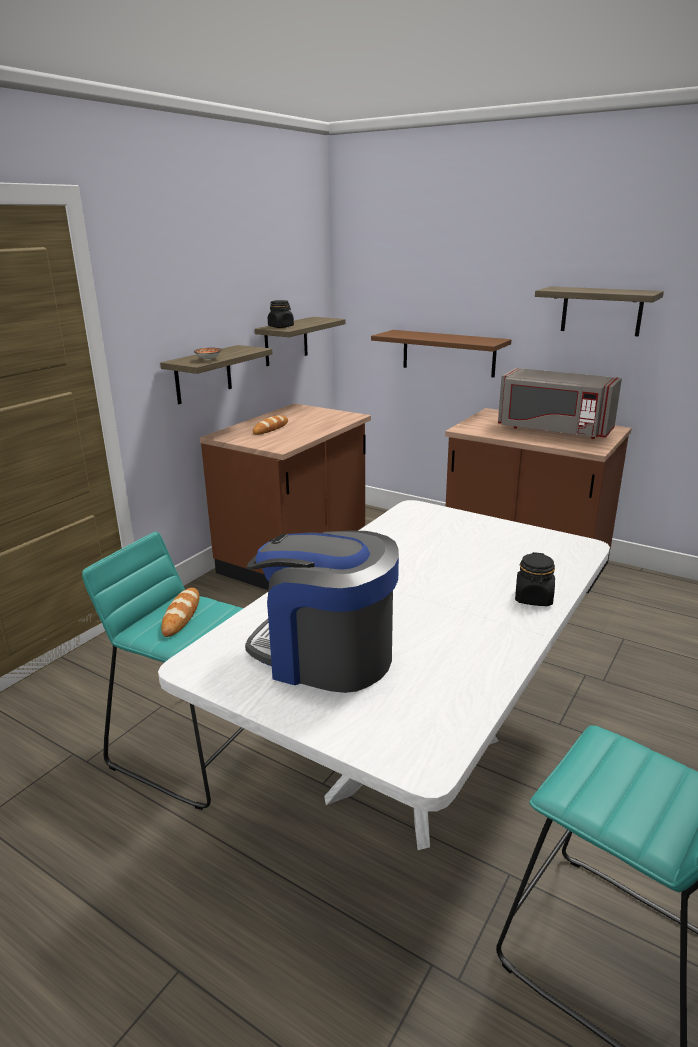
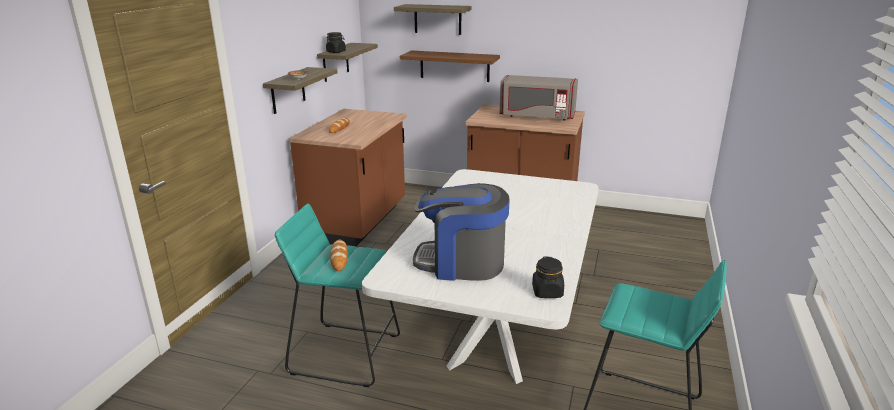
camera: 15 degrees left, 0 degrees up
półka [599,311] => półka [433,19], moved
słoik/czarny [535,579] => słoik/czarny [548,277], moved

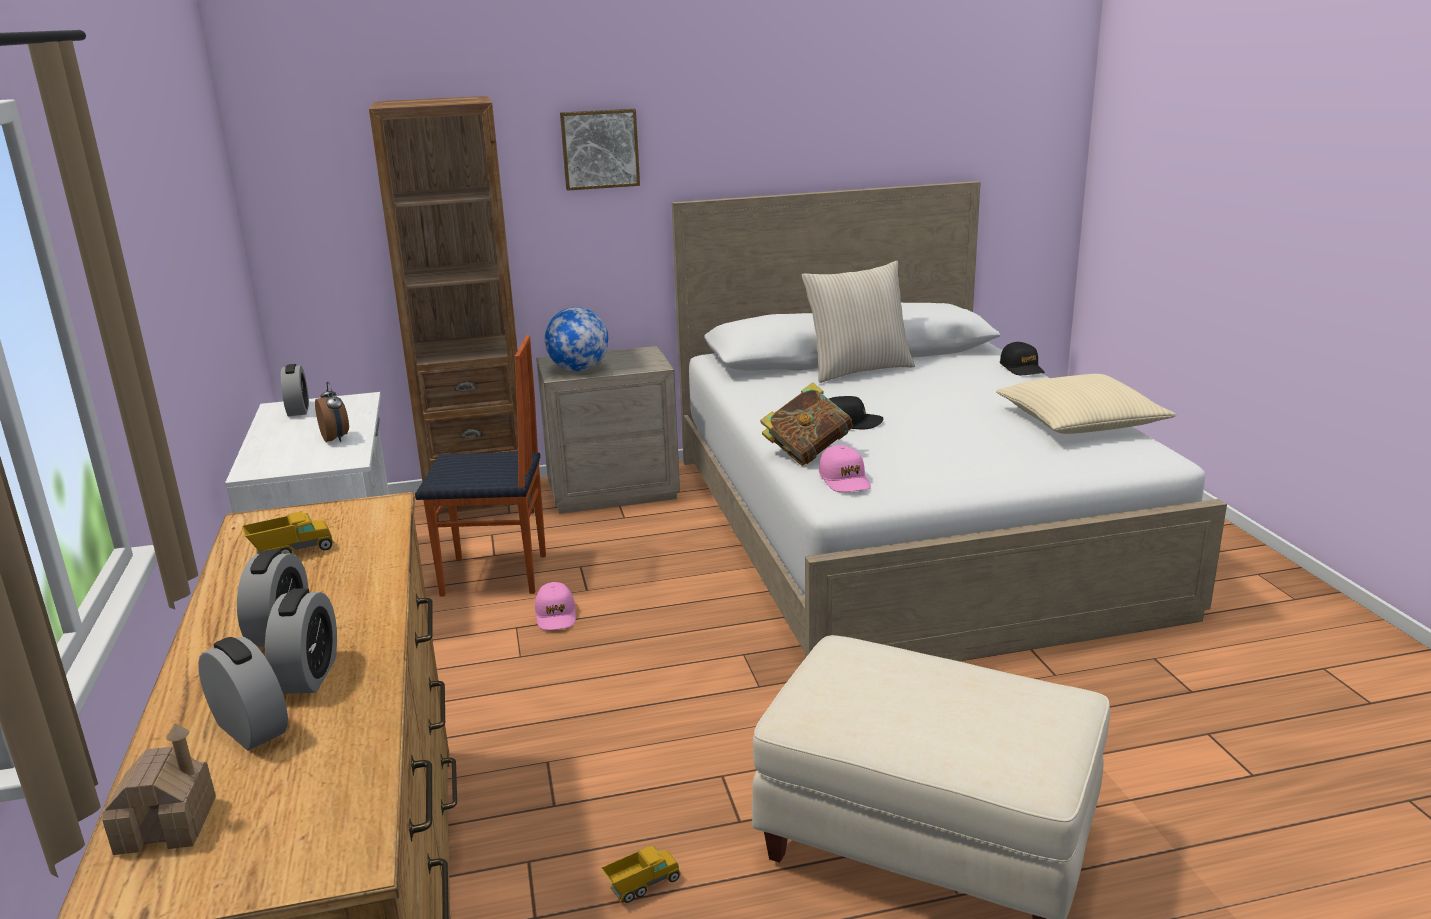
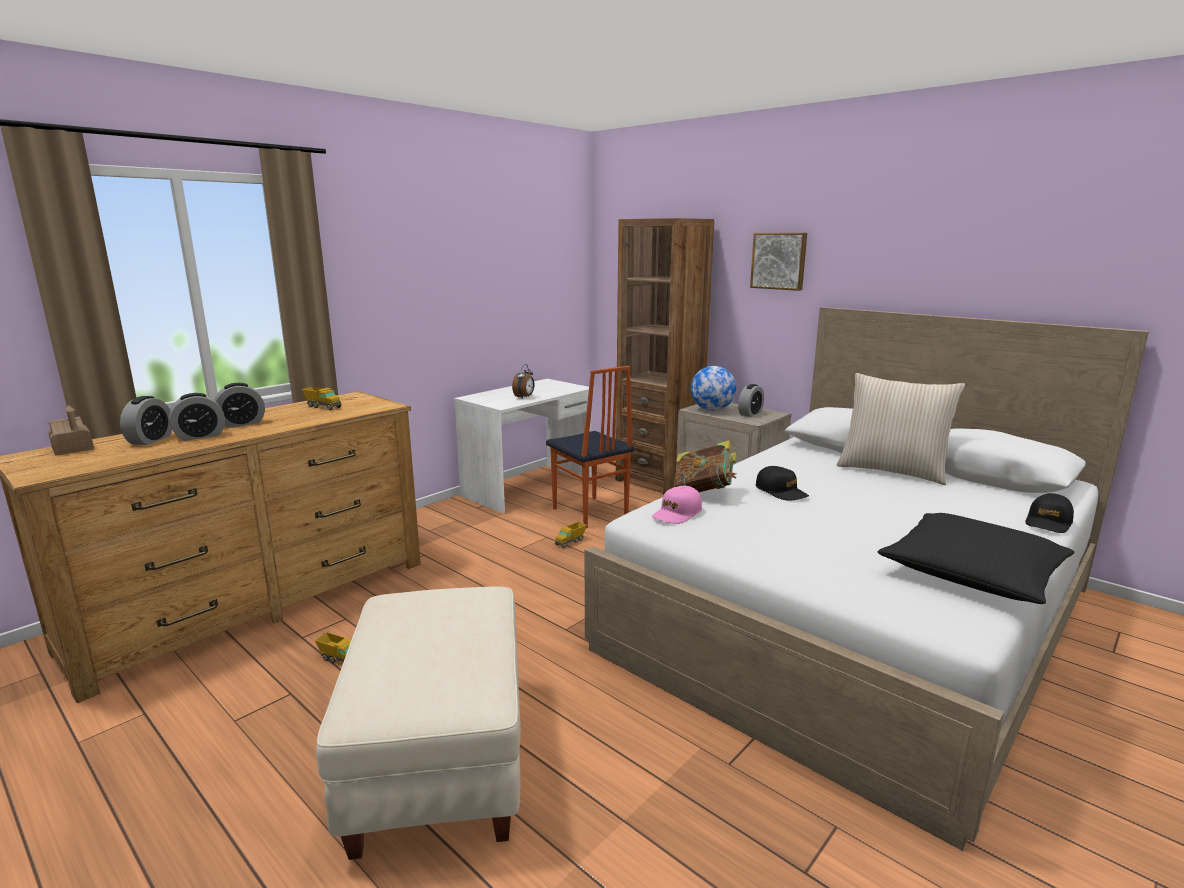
camera: 55 degrees right, 5 degrees down
budzik [295,390] => budzik [751,400], moved
poduszka/beżowy [1086,404] => poduszka/czarny [976,558]
czapka z daszkiem/różowy [555,606] => ciężarówka zabawkowa [571,535]

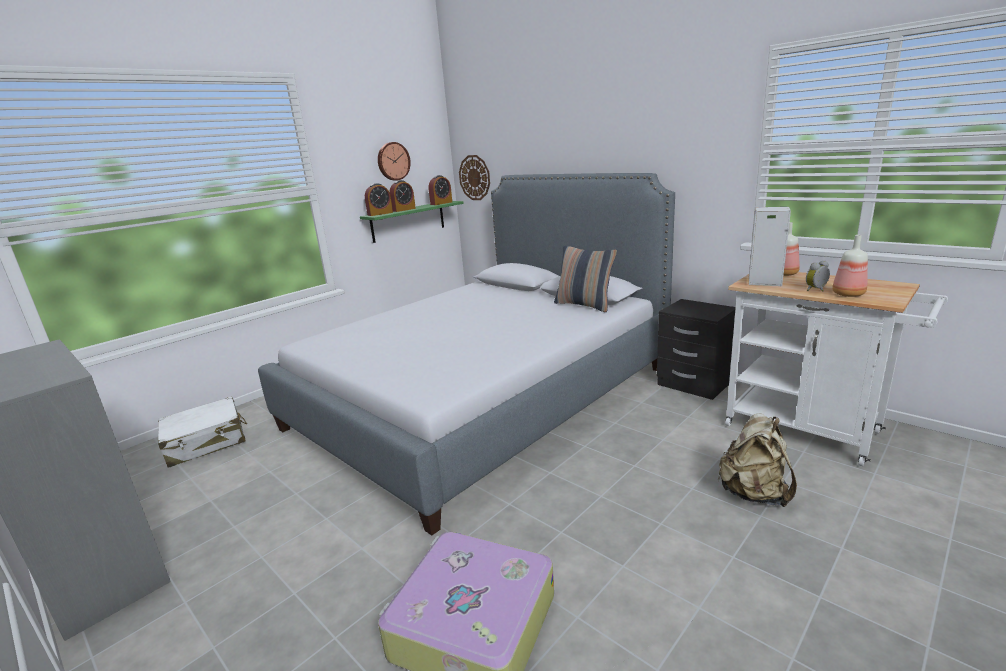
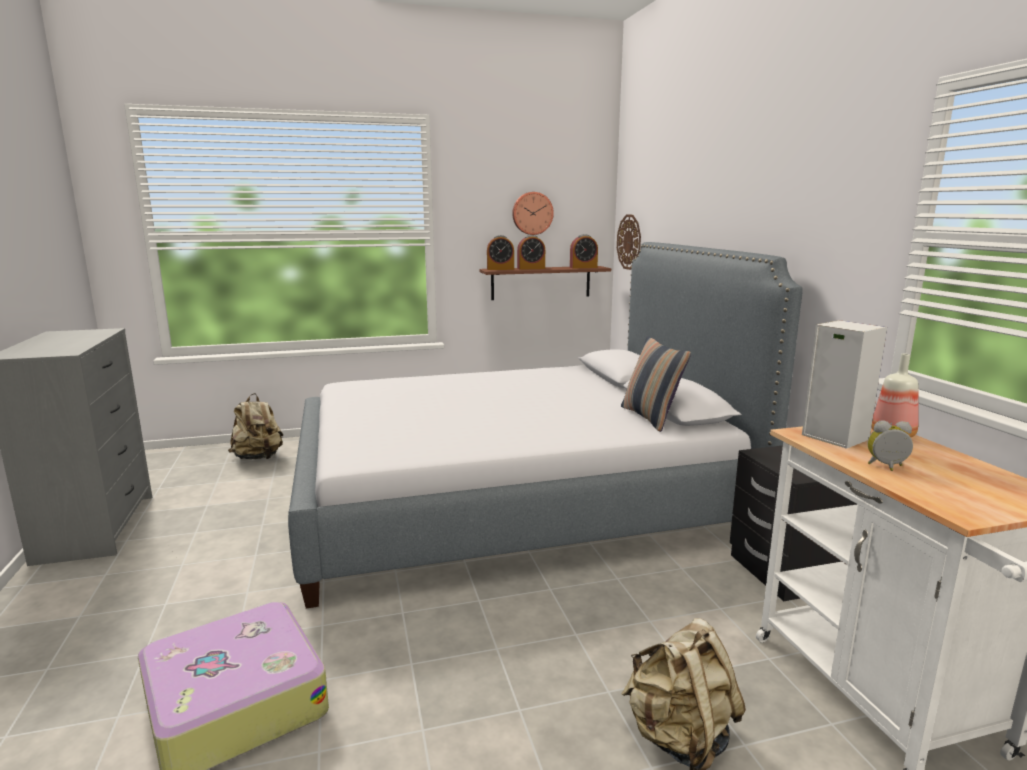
camera: 30 degrees right, 5 degrees down
półka/zielony [412,222] => półka/brązowy [545,283]
butelka [850,266] => nothing
walizka/biały [202,432] => plecak/beżowy [255,426]

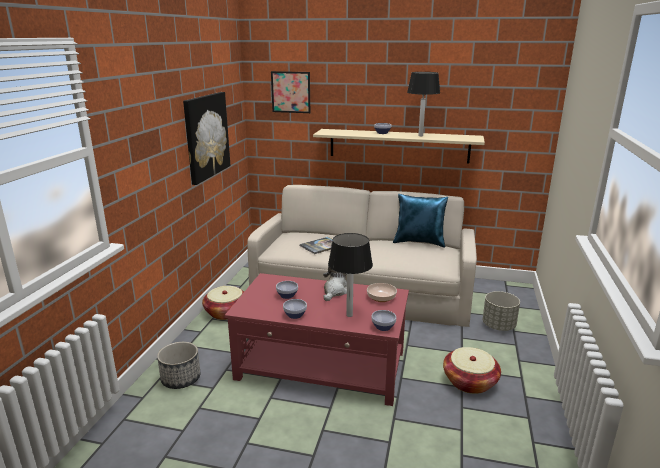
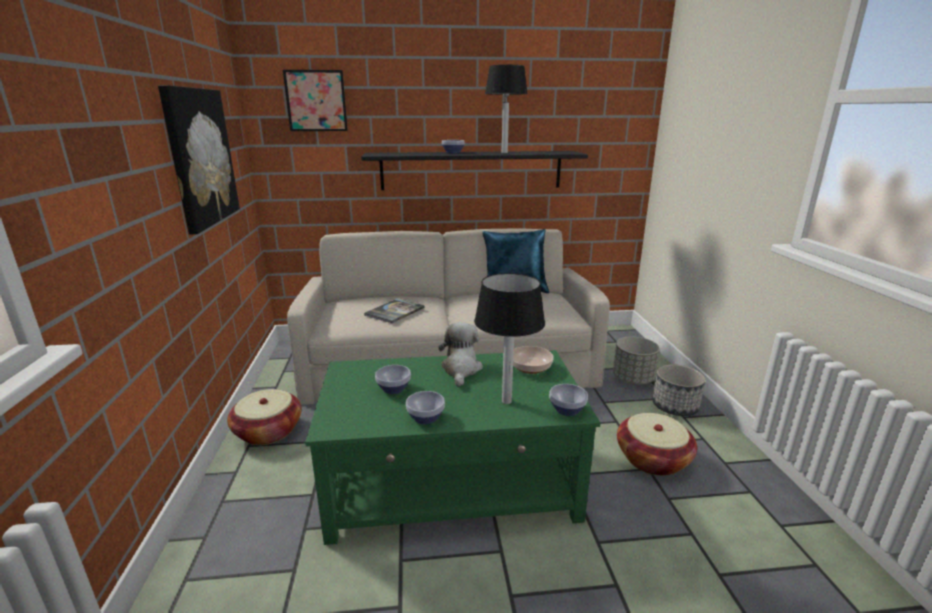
camera: 20 degrees left, 0 degrees up
półka/beżowy [399,146] => półka/czarny [474,170]
ława/czerwony [317,339] => ława/zielony [453,447]
donica [179,365] => donica [678,390], moved

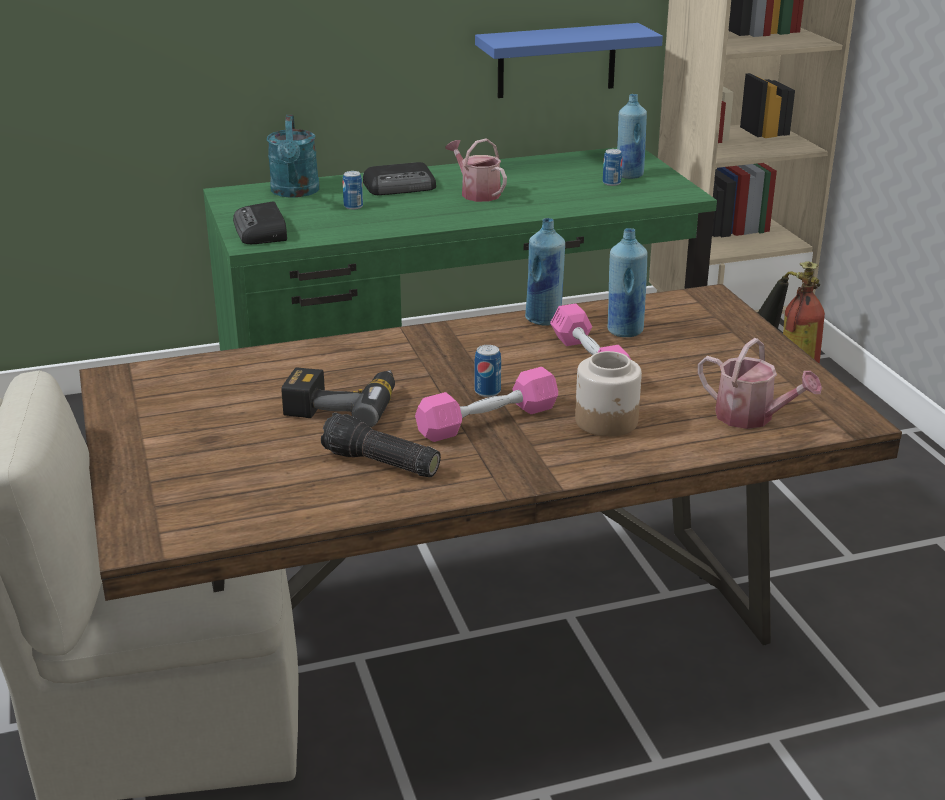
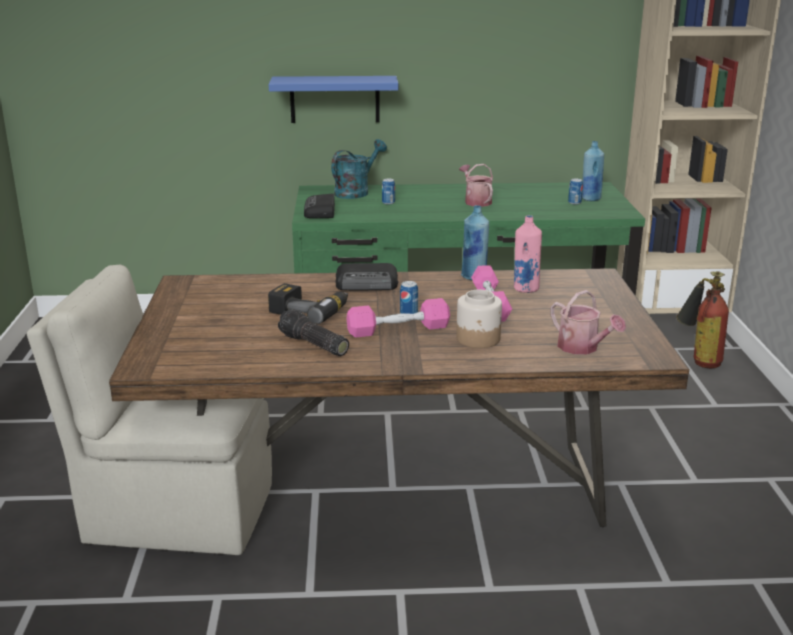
camera: 15 degrees right, 5 degrees down
półka/niebieski [569,60] => półka/niebieski [333,99], moved
konewka/turkusowy [293,156] => konewka/turkusowy [359,169], 150 degrees counterclockwise
radio [399,178] => radio [366,276], moved
butelka/niebieski [628,282] => butelka/różowy [528,254]

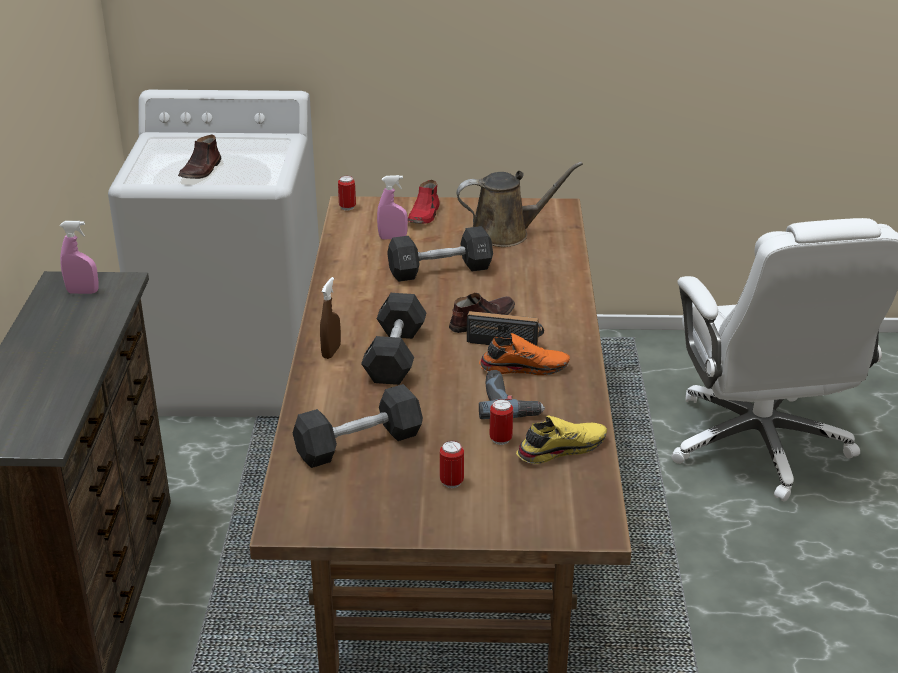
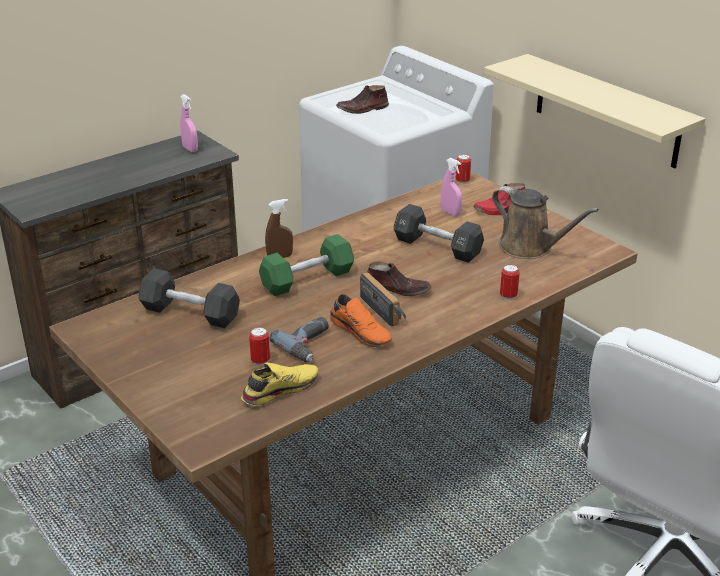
camera: 50 degrees right, 0 degrees up
hantel/czarny [393,339] => hantel/zielony [306,265]
but/żółty [561,439] => but/żółty [279,384], 60 degrees counterclockwise
puszka [452,464] => puszka [510,282], moved
nothing => półka/beżowy [595,111]

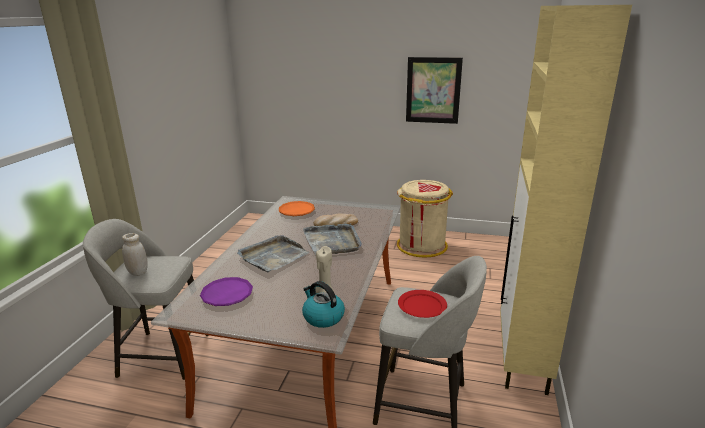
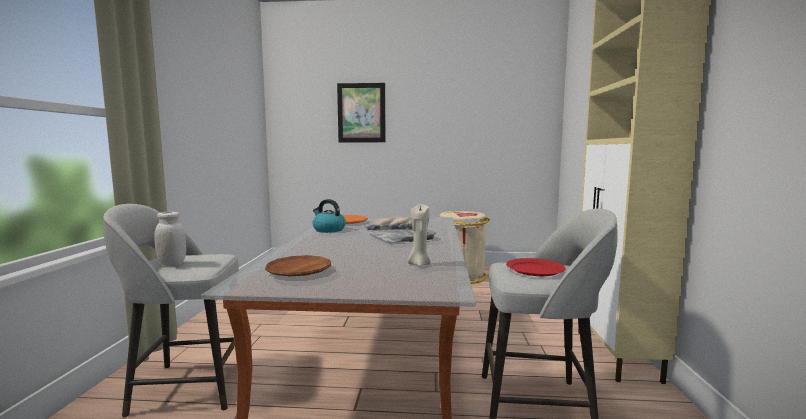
camera: 10 degrees left, 15 degrees down
obraz [434,90] => obraz [361,112], moved
taca/szary [273,253] => nothing
talerz/fioletowy [226,291] => talerz/brązowy [298,265]
czajnik [323,304] => czajnik [329,216], moved

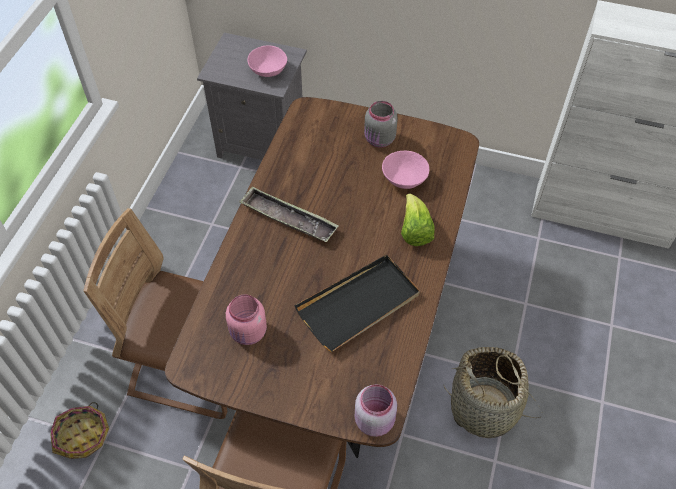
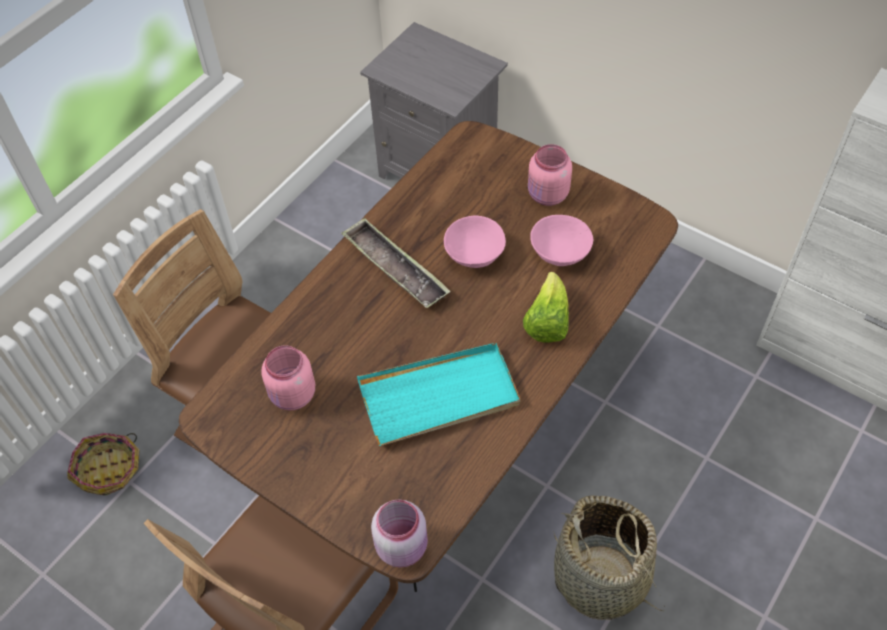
camera: 20 degrees right, 0 degrees up
miska/różowy [267,61] => miska/różowy [475,242], moved
słoik/szary [381,124] => słoik/różowy [550,175]
taca/czarny [357,303] => taca/turkusowy [438,394]

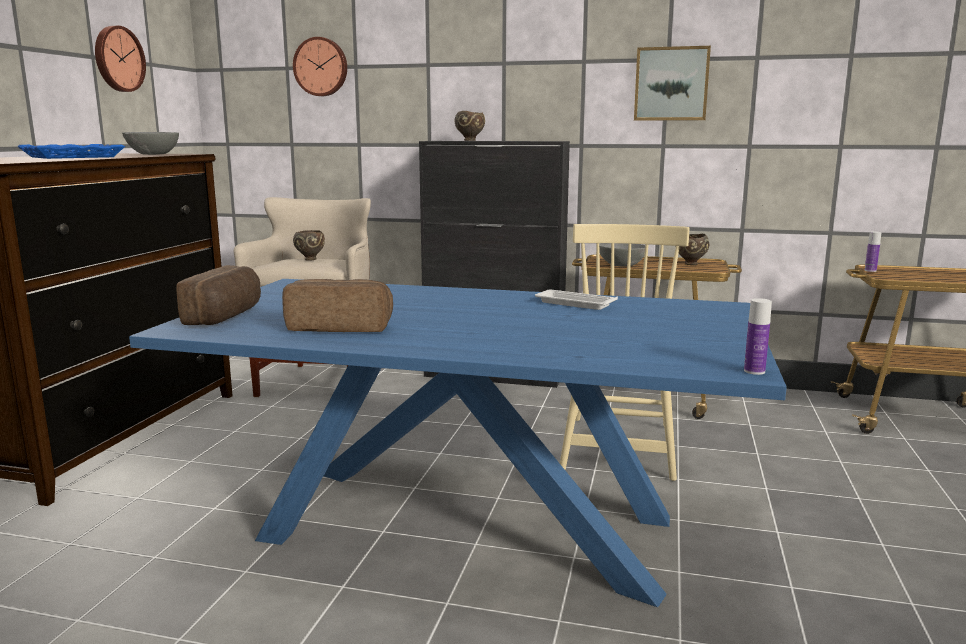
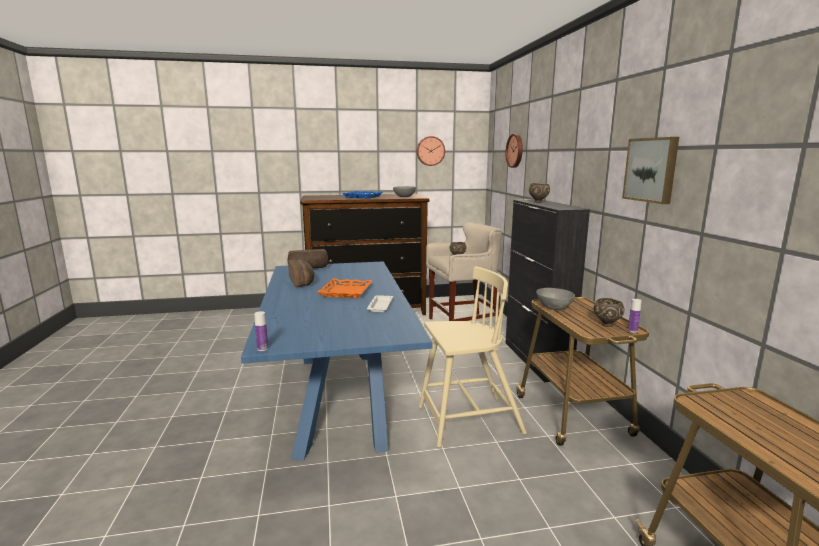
camera: 65 degrees right, 0 degrees up
butelka [873,251] => butelka [635,316], moved
nothing => taca/pomarańczowy [344,288]

